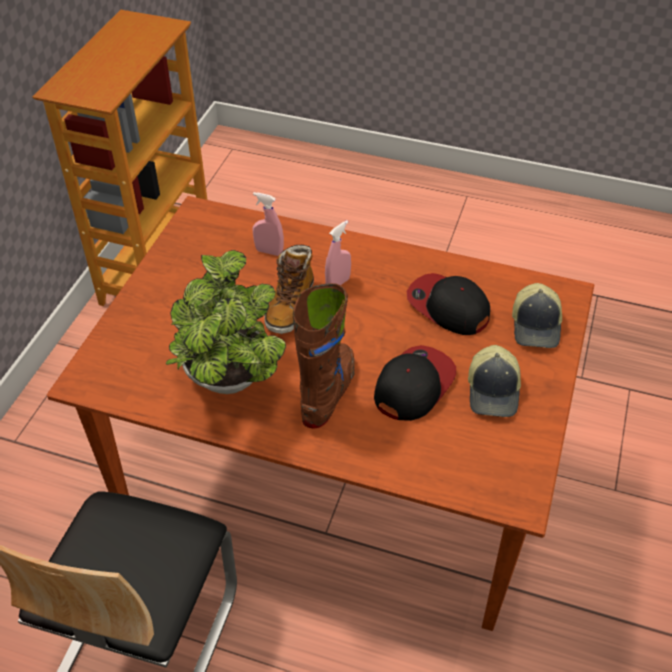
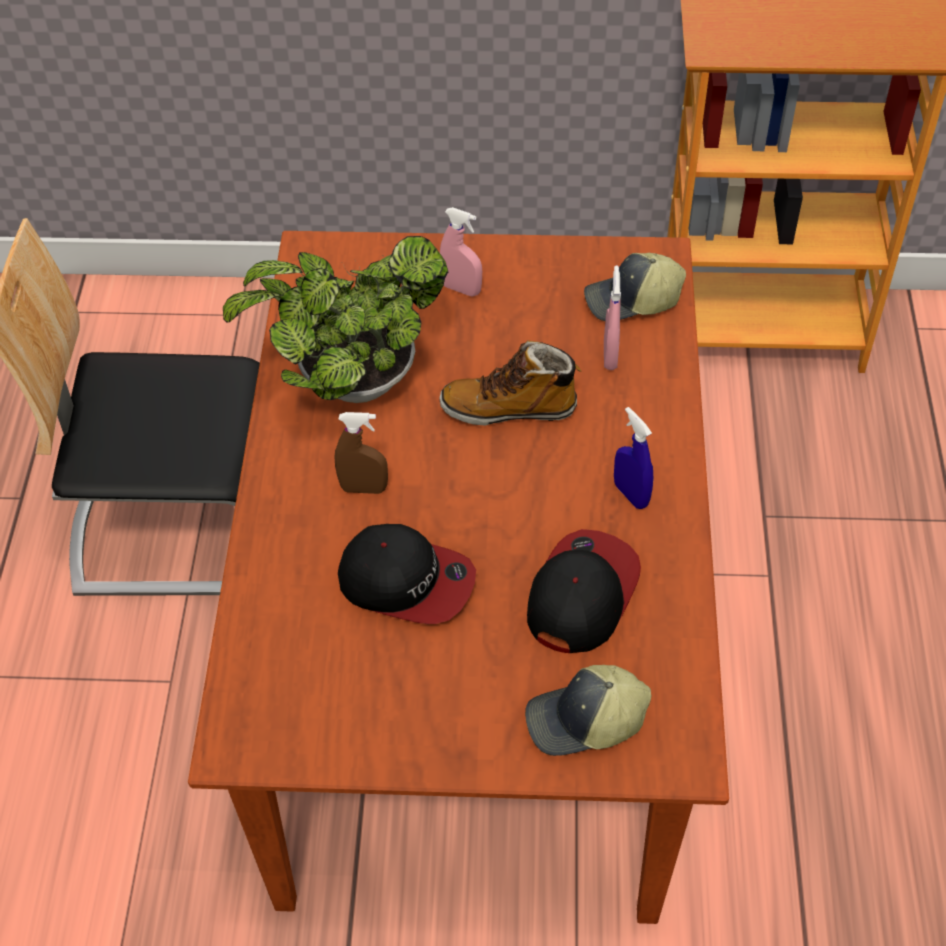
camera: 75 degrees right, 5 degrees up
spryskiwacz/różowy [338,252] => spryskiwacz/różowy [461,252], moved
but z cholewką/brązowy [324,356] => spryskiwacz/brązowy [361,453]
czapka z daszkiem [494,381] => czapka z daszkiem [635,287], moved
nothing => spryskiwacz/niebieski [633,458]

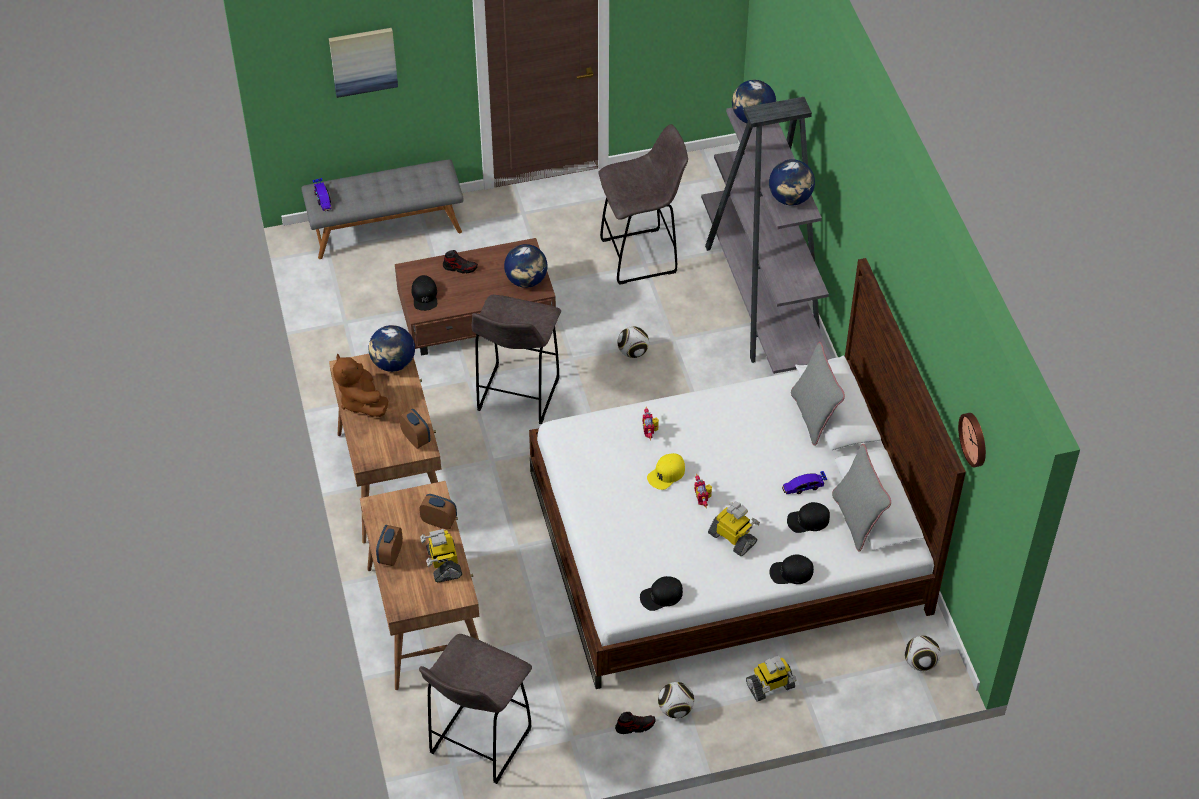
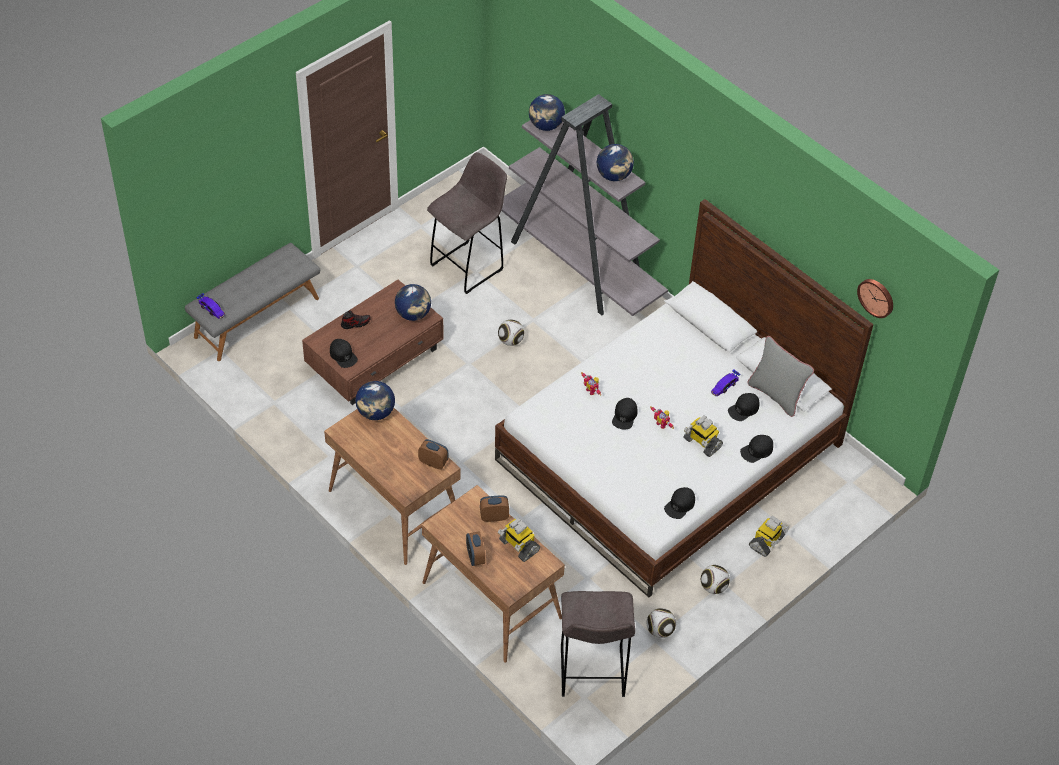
camera: 30 degrees left, 0 degrees up
obraz [363,63] => nothing
stołek/szary [516,359] => nothing
poduszka/szary [818,394] => nothing
pluszak/brązowy [360,385] => nothing
czapka z daszkiem/żółty [666,471] => czapka z daszkiem/czarny [624,413]
robot zabawkowy [734,528] => robot zabawkowy [703,436], 150 degrees counterclockwise
piłka futbolowa [923,653] => piłka futbolowa [661,623], moved
but [635,723] => nothing

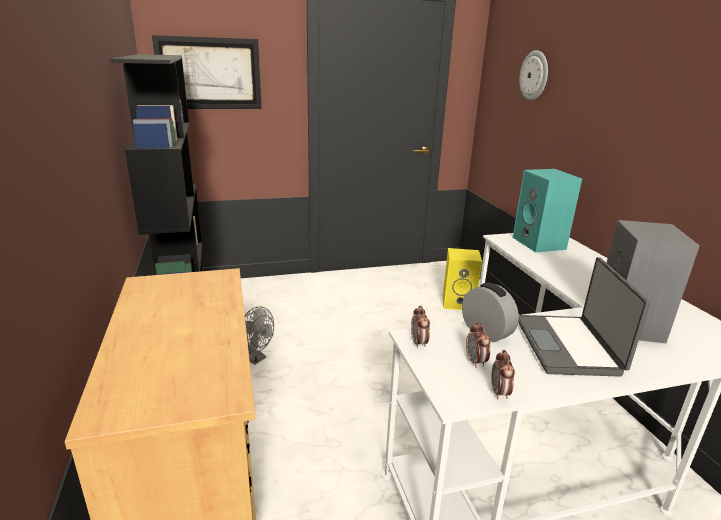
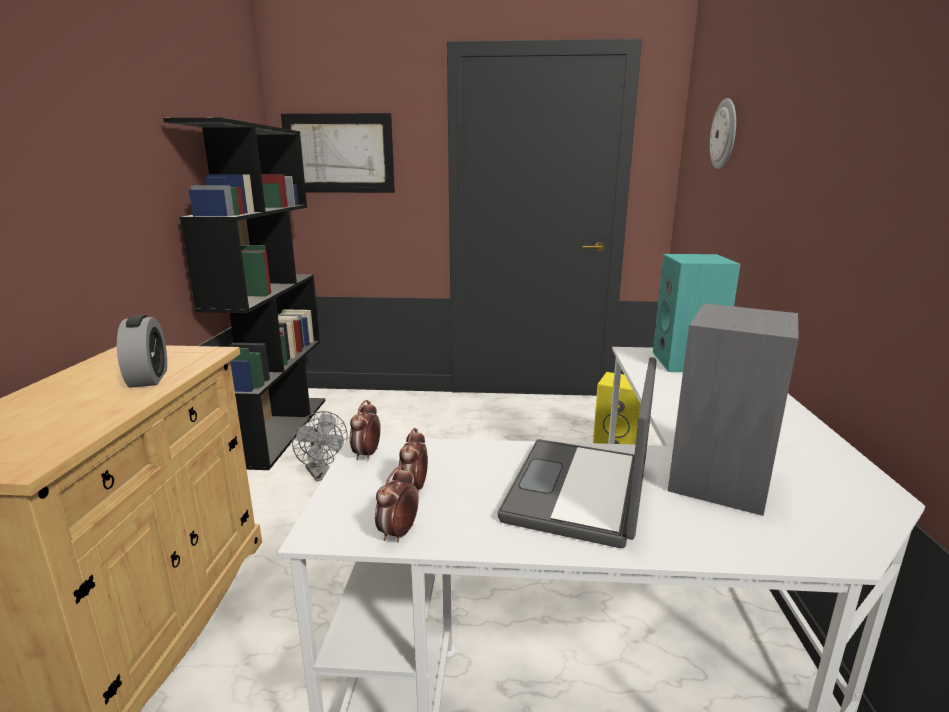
camera: 20 degrees right, 5 degrees down
budzik [490,312] => budzik [142,351], moved

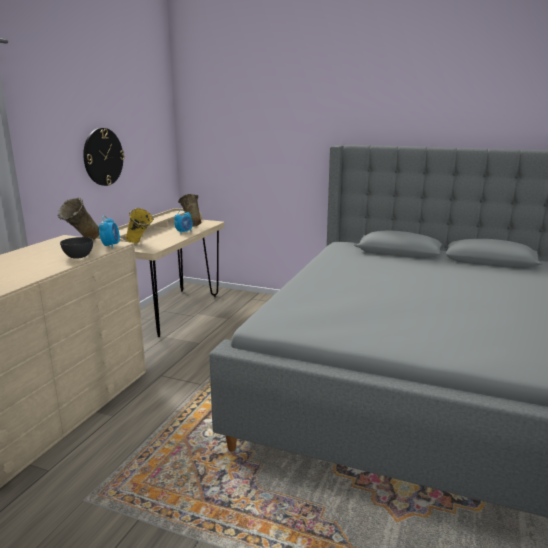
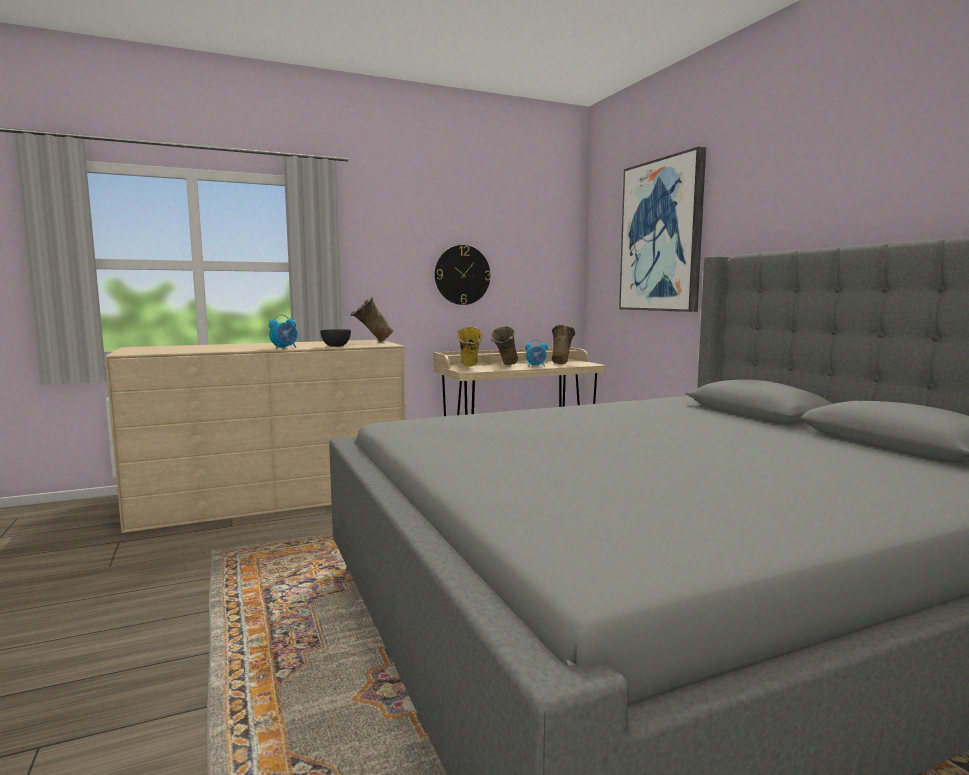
camera: 45 degrees right, 10 degrees down
budzik [109,232] => budzik [283,331], moved
nothing => obraz [662,229]
nothing => wazon/beżowy [504,345]

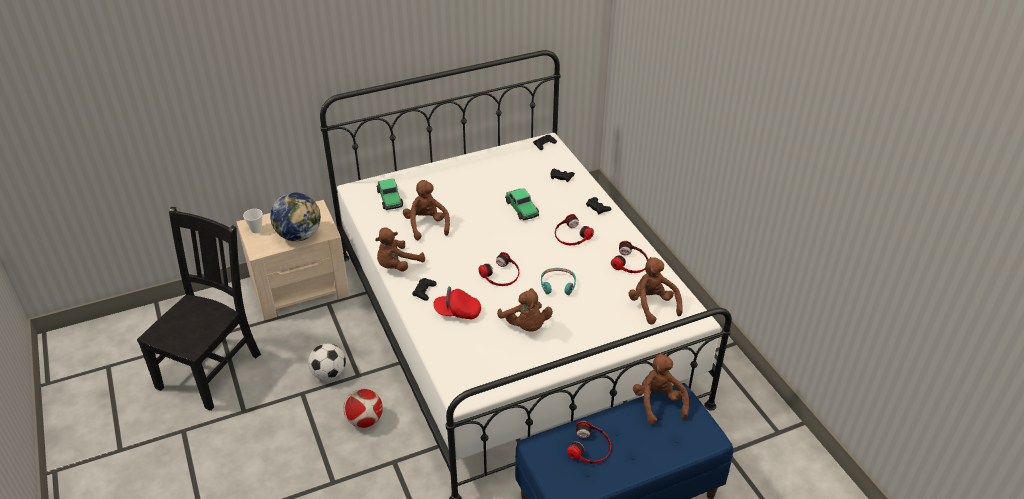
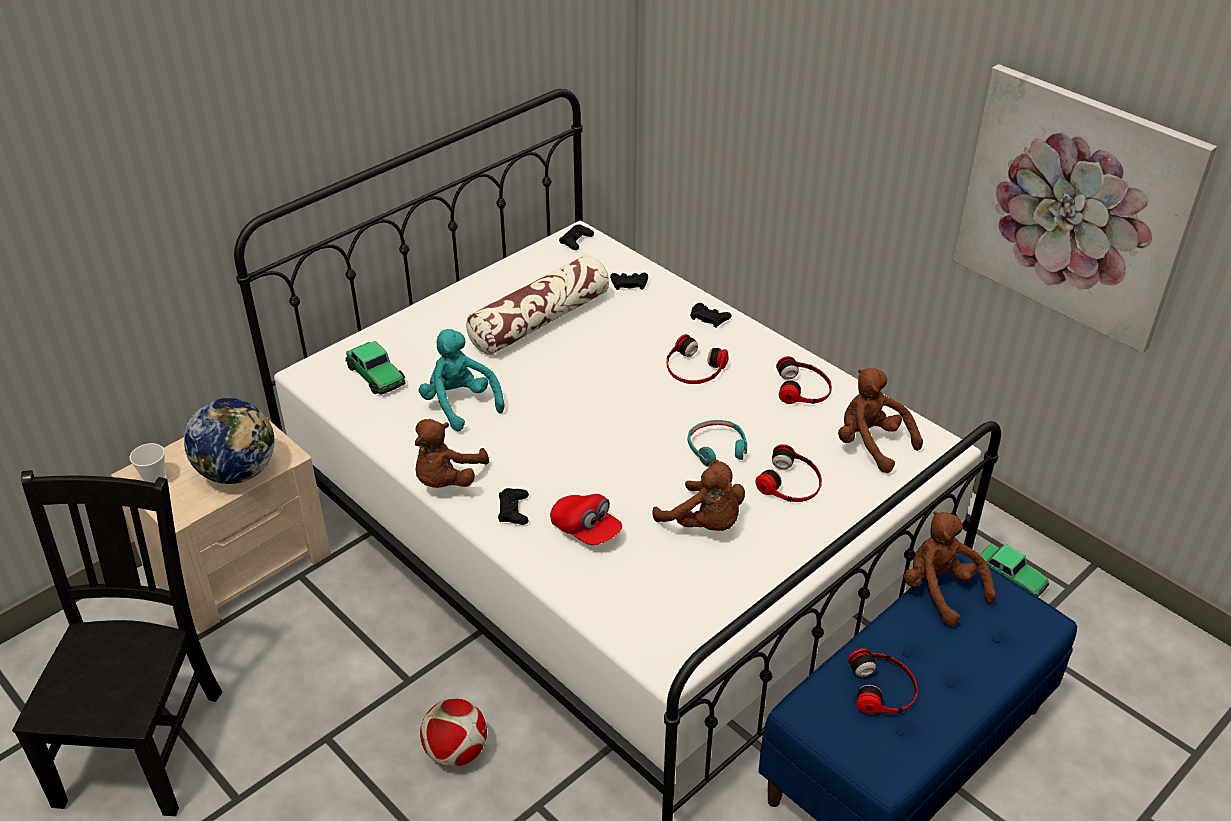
camera: 20 degrees left, 0 degrees up
pluszak/brązowy [426,210] => pluszak/turkusowy [461,380]
samochodzik [522,204] => samochodzik [1014,570], moved
słuchawki [499,269] => słuchawki [788,473], moved
czapka z daszkiem/czerwony [457,302] => czapka z daszkiem/czerwony [586,519], 120 degrees counterclockwise
piłka futbolowa [327,362] => nothing
nothing => obraz [1085,208]
nothing => poduszka [537,305]

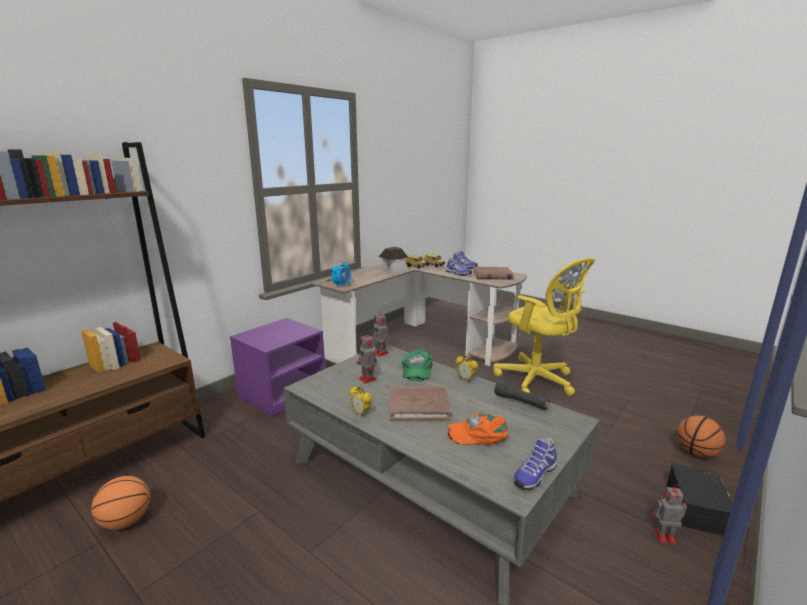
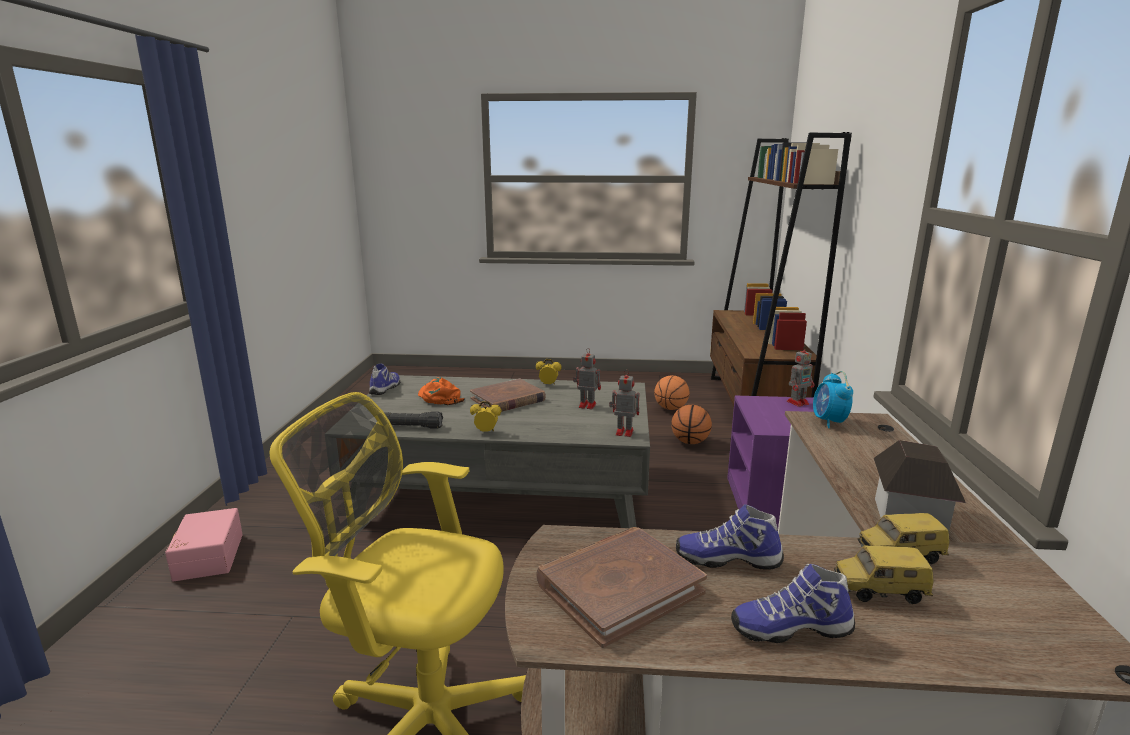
camera: 145 degrees right, 0 degrees up
czapka z daszkiem/zielony [417,365] => nothing
czapka z daszkiem/pomarańczowy [478,429] => czapka z daszkiem/pomarańczowy [441,391], 90 degrees counterclockwise
piłka do koszykówki [701,436] => piłka do koszykówki [691,424], moved
pojemnik do przechowywania/czarny [700,499] => pojemnik do przechowywania/różowy [204,545]
robot zabawkowy [669,514] => robot zabawkowy [800,376], moved

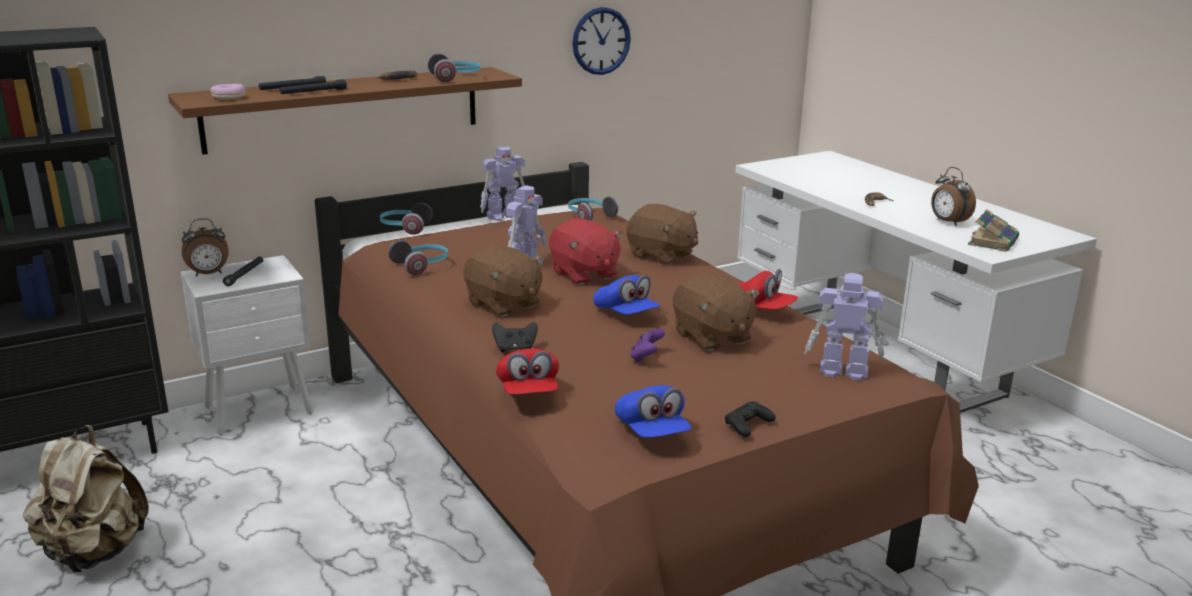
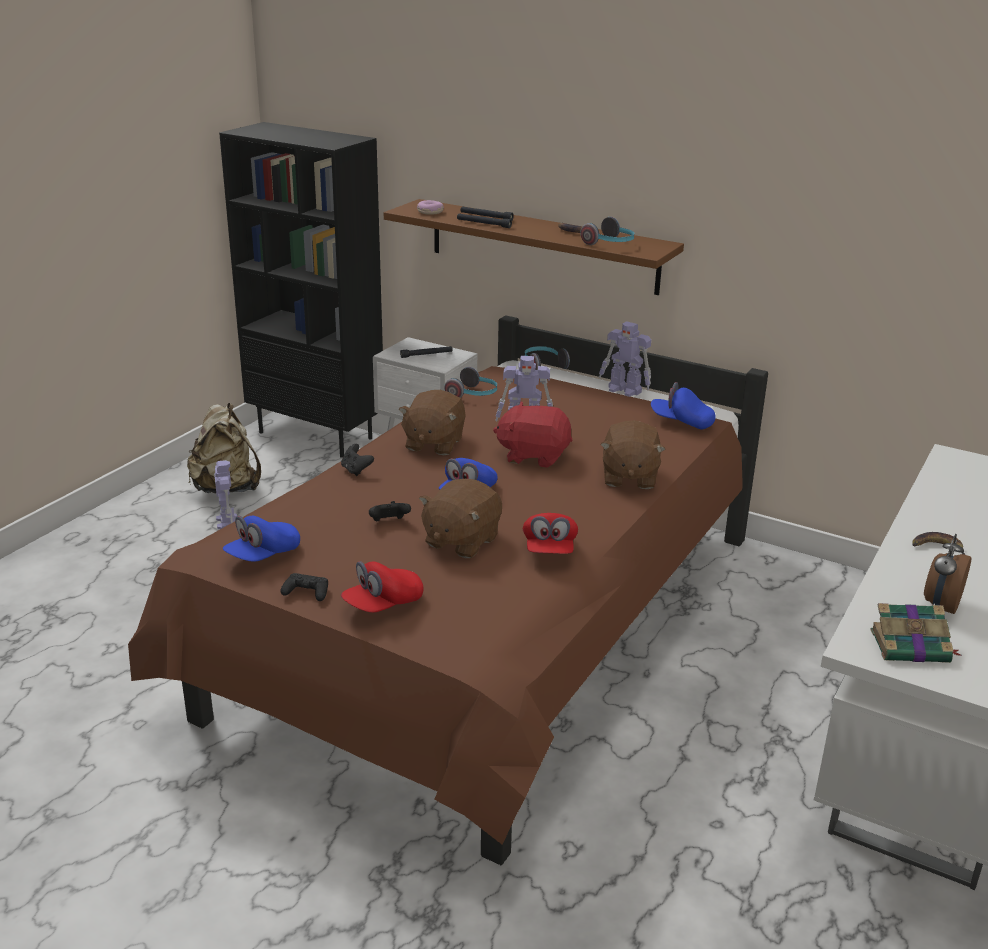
camera: 60 degrees right, 5 degrees up
zegar ścienny [601,41] => nothing
słuchawki [593,208] => czapka z daszkiem/niebieski [683,406]
budzik [205,247] => nothing
pluszak/czerwony [586,251] => pluszak/czerwony [532,435], 75 degrees clockwise
robot zabawkowy [844,327] => robot zabawkowy [225,494], moved
pad do gier/fioletowy [647,346] => pad do gier/czarny [390,511]
czapka z daszkiem/czerwony [527,372] => czapka z daszkiem/czerwony [382,586], moved

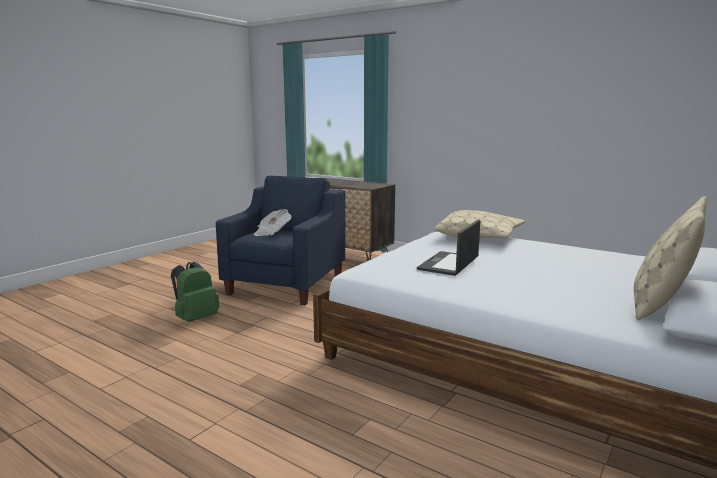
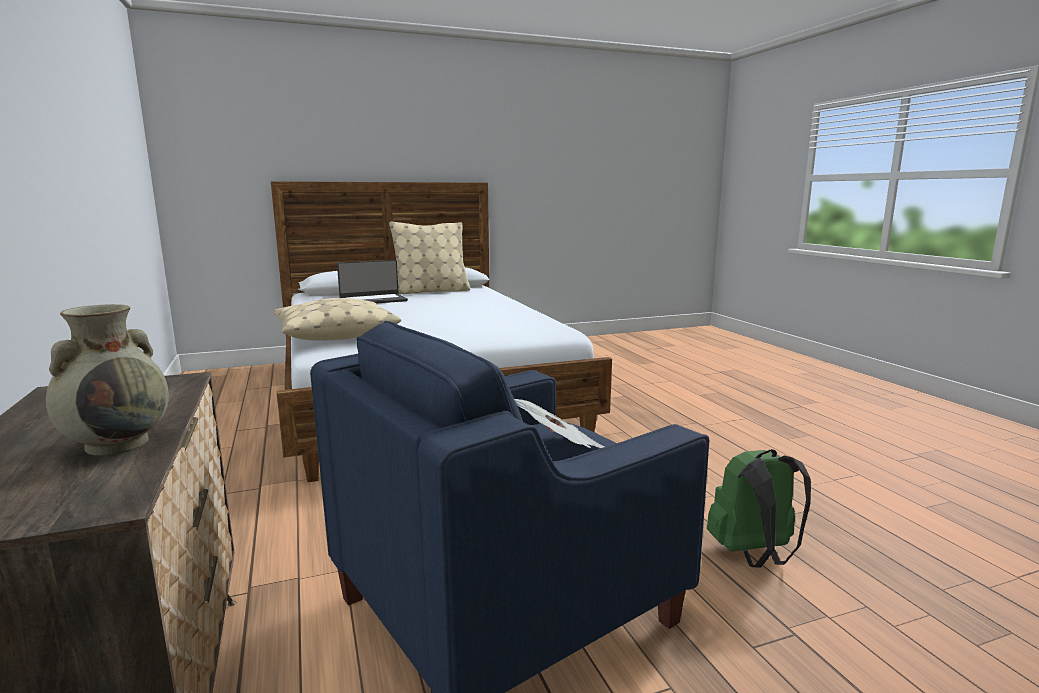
camera: 145 degrees left, 0 degrees up
laptop [448,247] => laptop [372,282], moved
nothing => wazon/beżowy [107,380]

